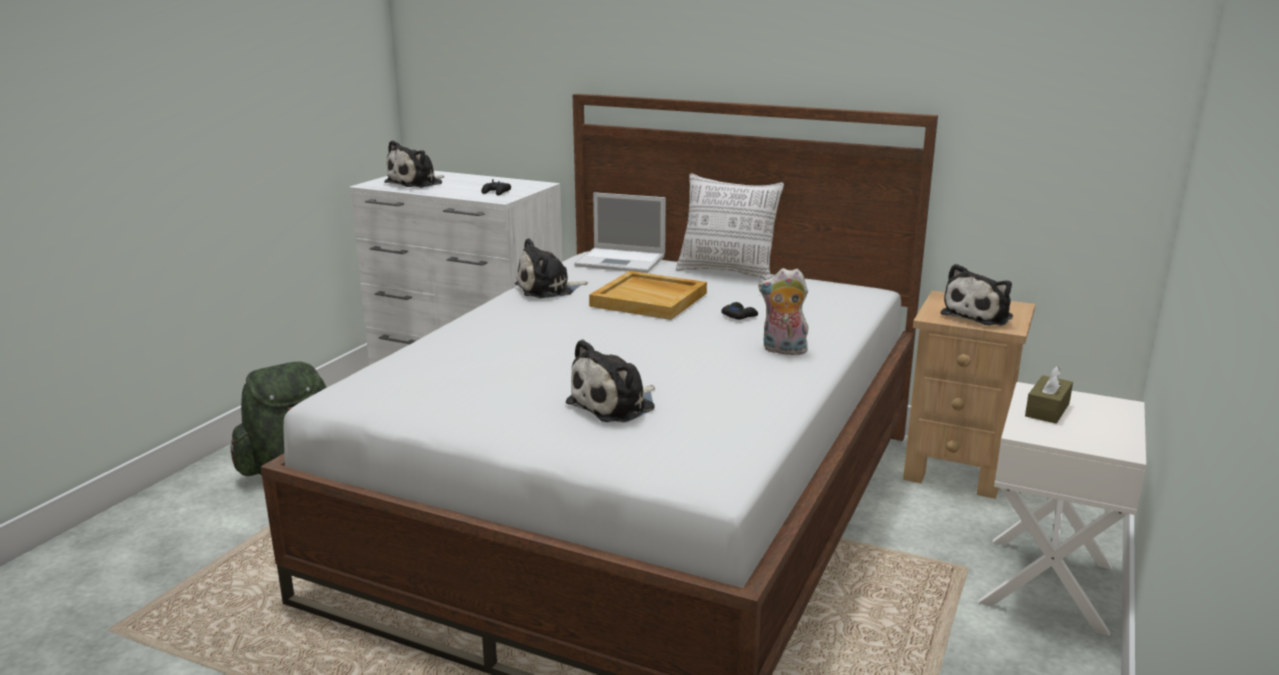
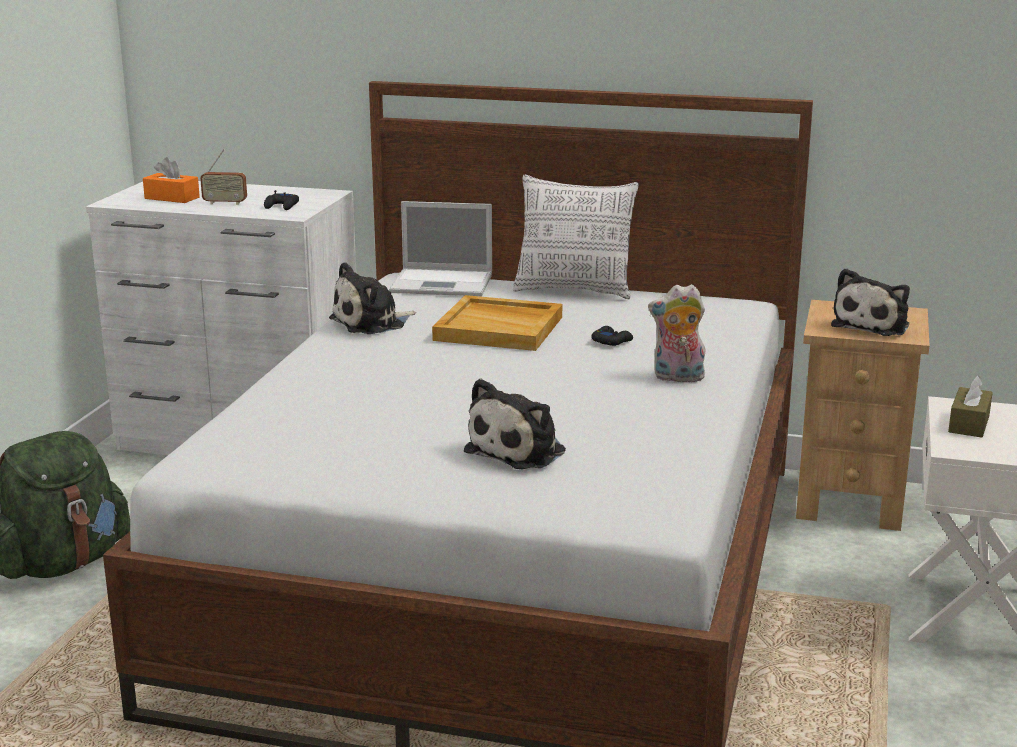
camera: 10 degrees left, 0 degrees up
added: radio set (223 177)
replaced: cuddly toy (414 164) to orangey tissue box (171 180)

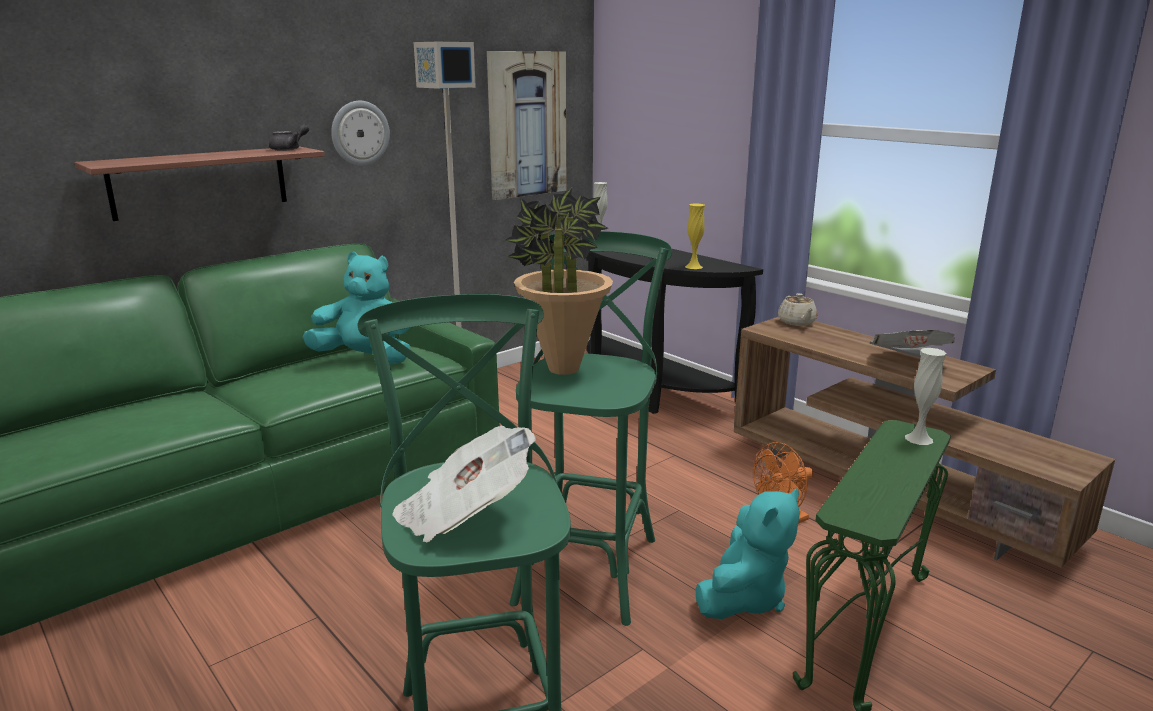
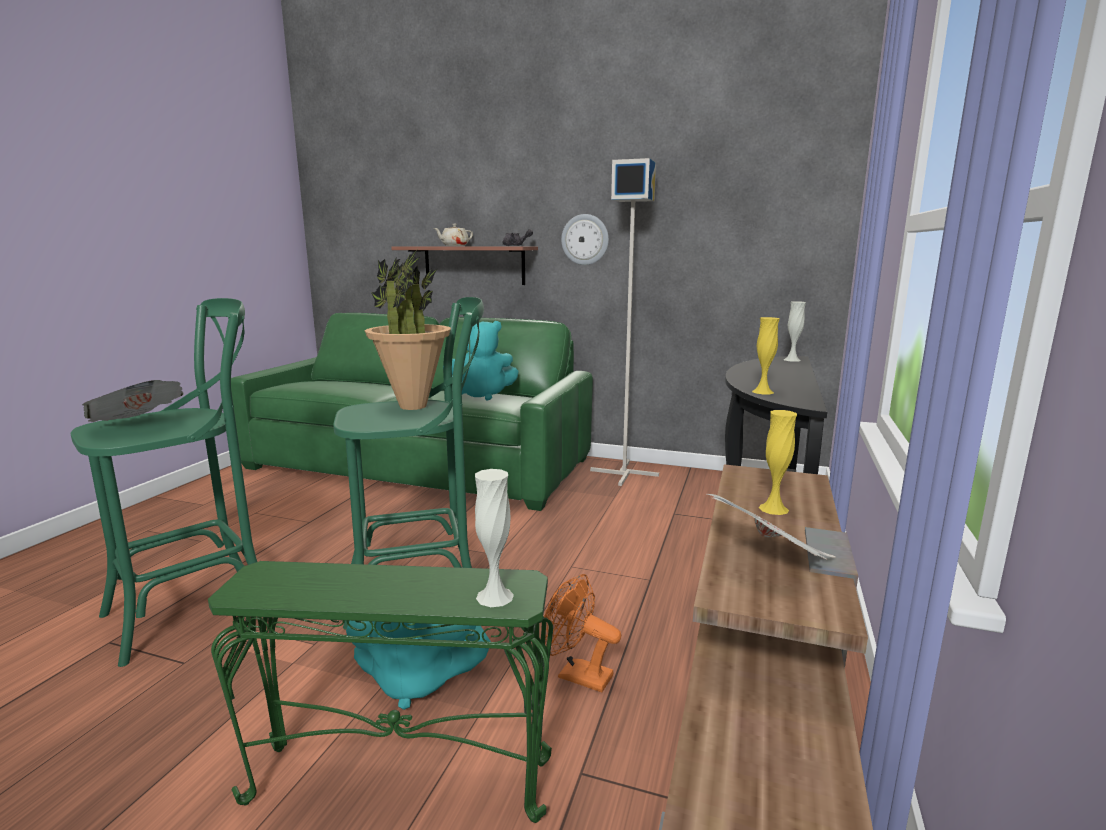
camera: 60 degrees right, 5 degrees down
removed: wall art (526 125)
added: yellowish vase (778 462)
moved: beige-coloured pot for tea (797 309) to (453 235)
turned: blue-green cuddly toy (357 308) = (485 361) 90 degrees clockwise

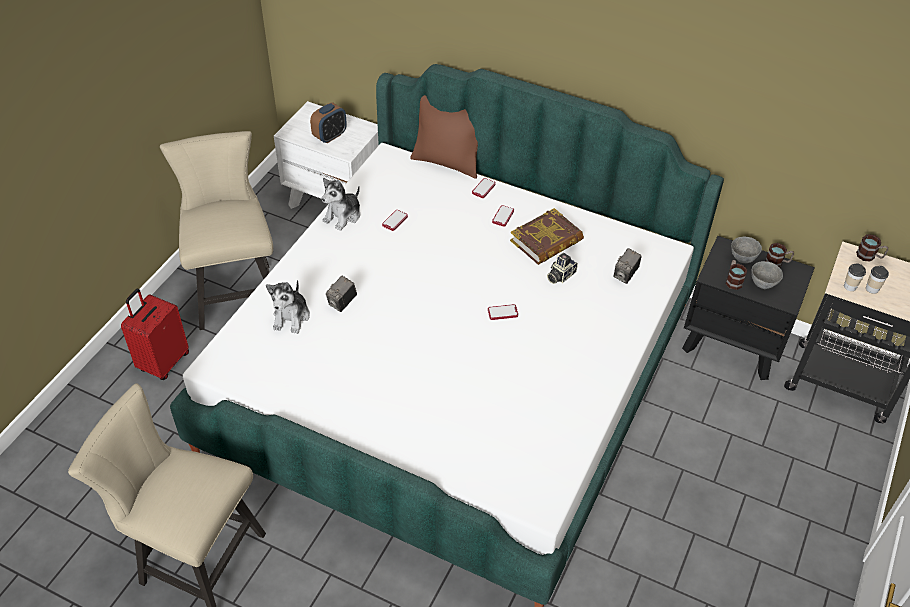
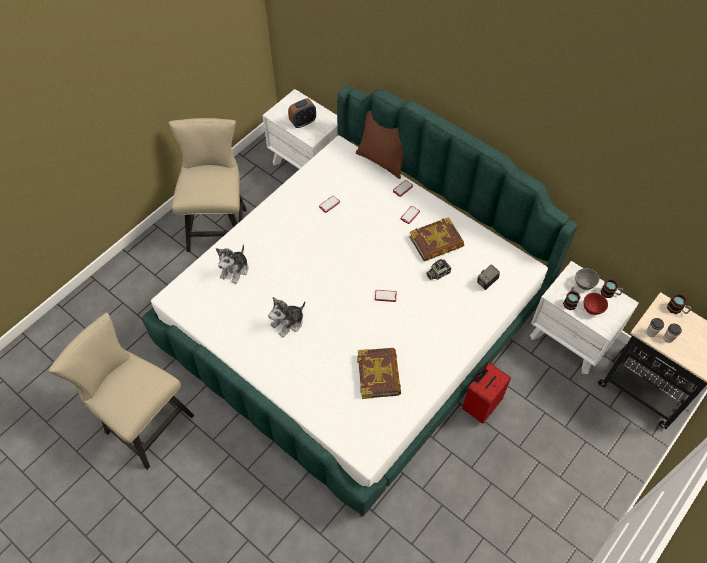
camera: 15 degrees right, 10 degrees up
removed: photo camera (341 294)
added: book (379 373)
moved: reddish suitcase (155 334) to (486 393); cuddly toy (341 204) to (286 317)
recoloured: black nightstand (748 308) to white-coloured nightstand (584 317); gray bowl (767 275) to reddish bowl (596 304)

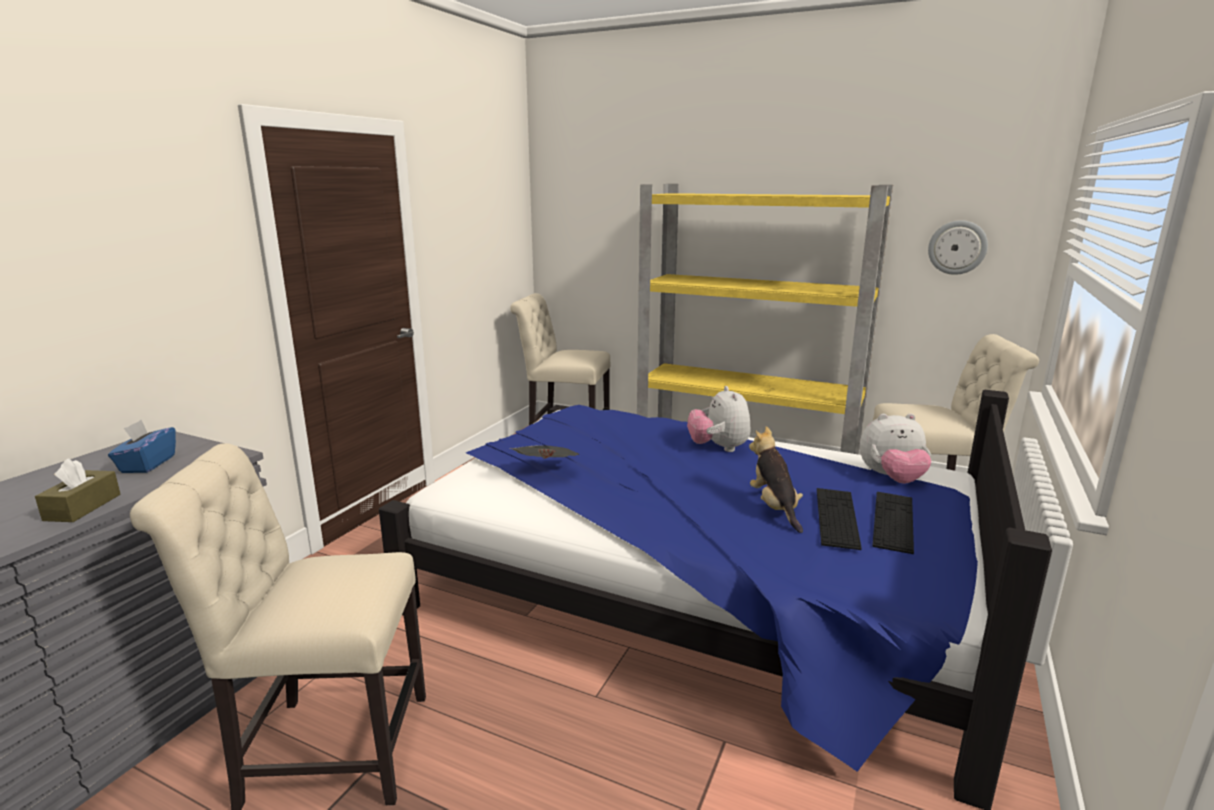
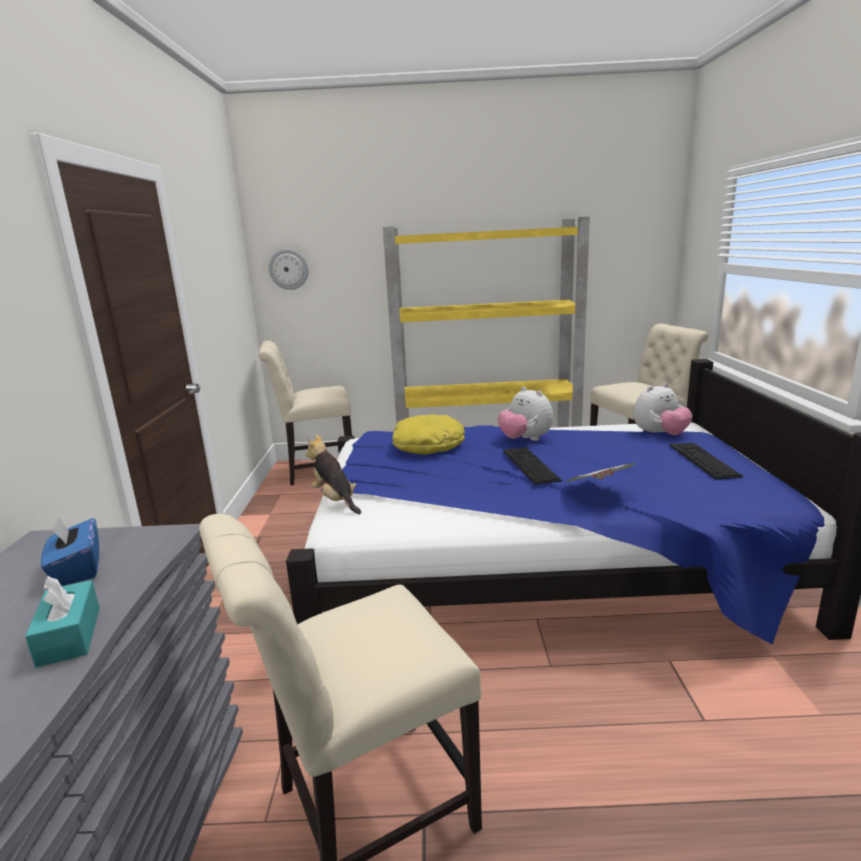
camera: 25 degrees left, 0 degrees up
added: yellowish throw pillow (428 434)
moved: newspaper (544 452) to (601 472); cuddly toy (776 479) to (333 475); computer keyboard (839 519) to (532 466); clock on the wall (958 247) to (289 269)
recoloured: brown-coloured tissue box (77 490) to blue-green tissue box (62 622)

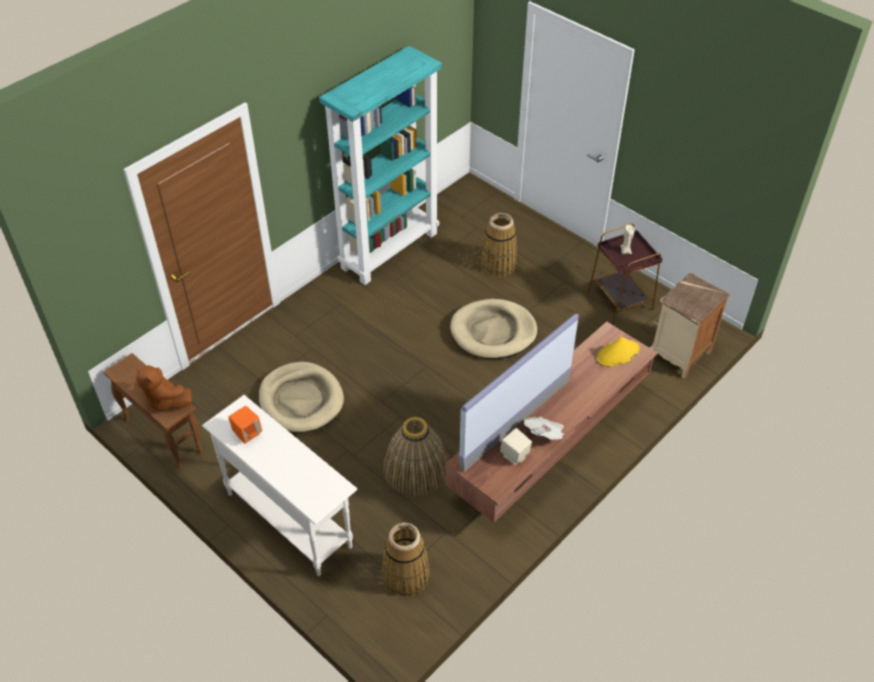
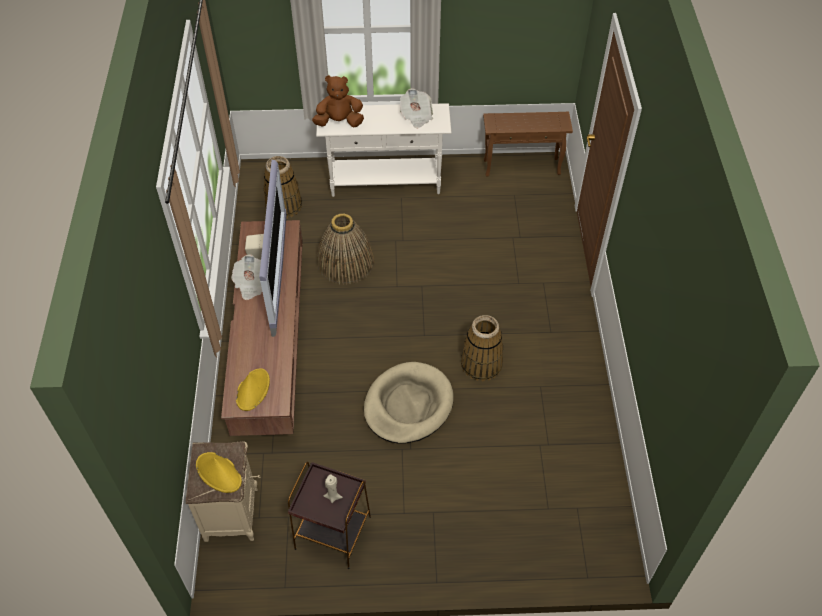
camera: 135 degrees right, 5 degrees up
removed: beige-coloured dog bed (301 397); blue-green bookshelf (380 165)
added: yellowish hat (219 472)
moved: brown-coloured cuddly toy (164 388) to (338 101); household basket (499 245) to (482 348)
replaced: orangey audio speaker (245 425) to newspaper (416 108)

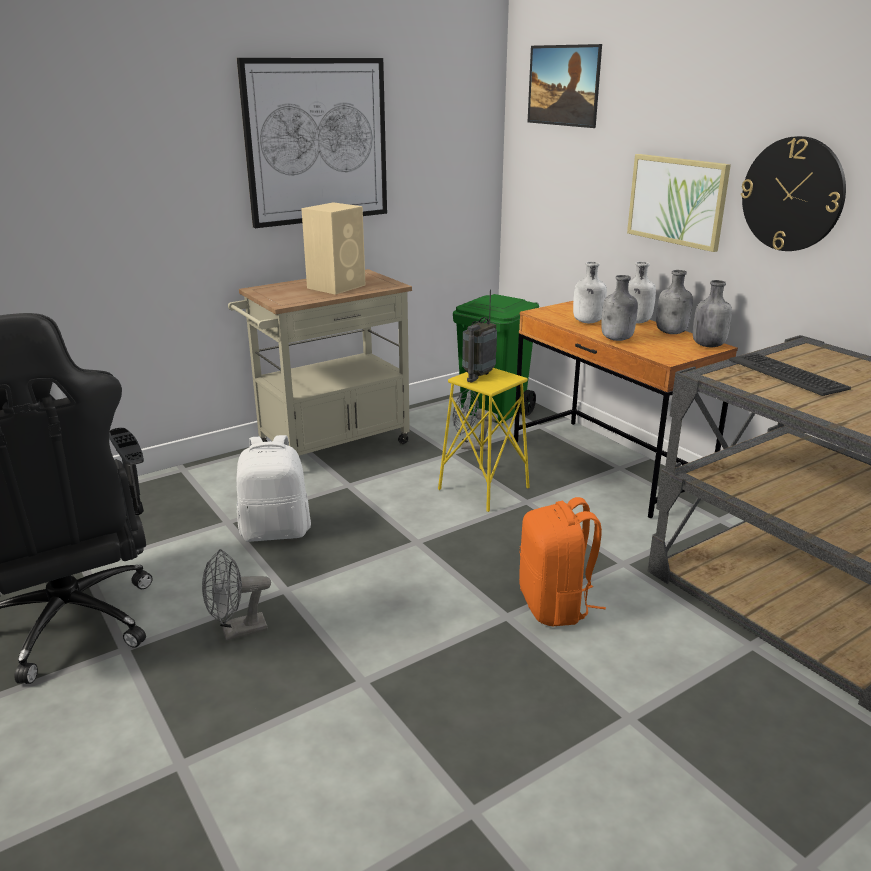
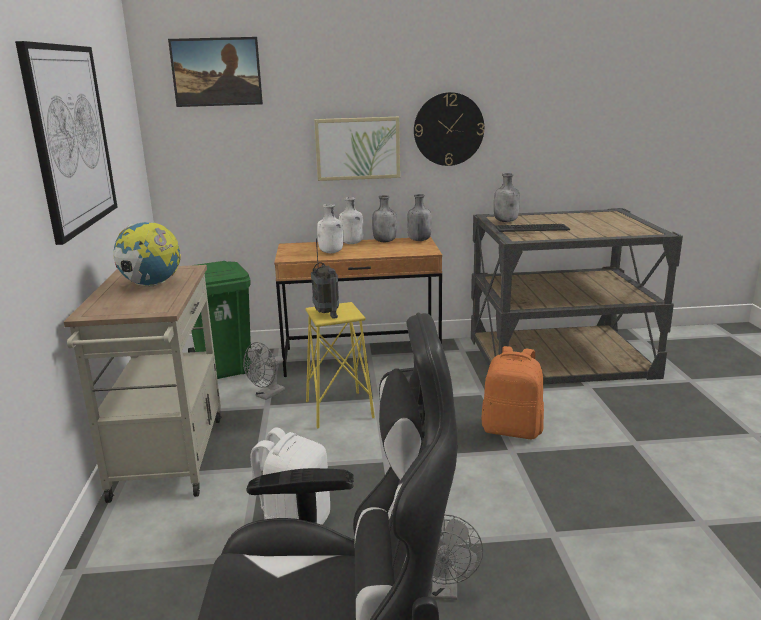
camera: 60 degrees left, 5 degrees down
moved: gray drink bottle (619 308) to (507 197)
replaced: beige-coloured audio speaker (333 248) to desk globe (147 254)

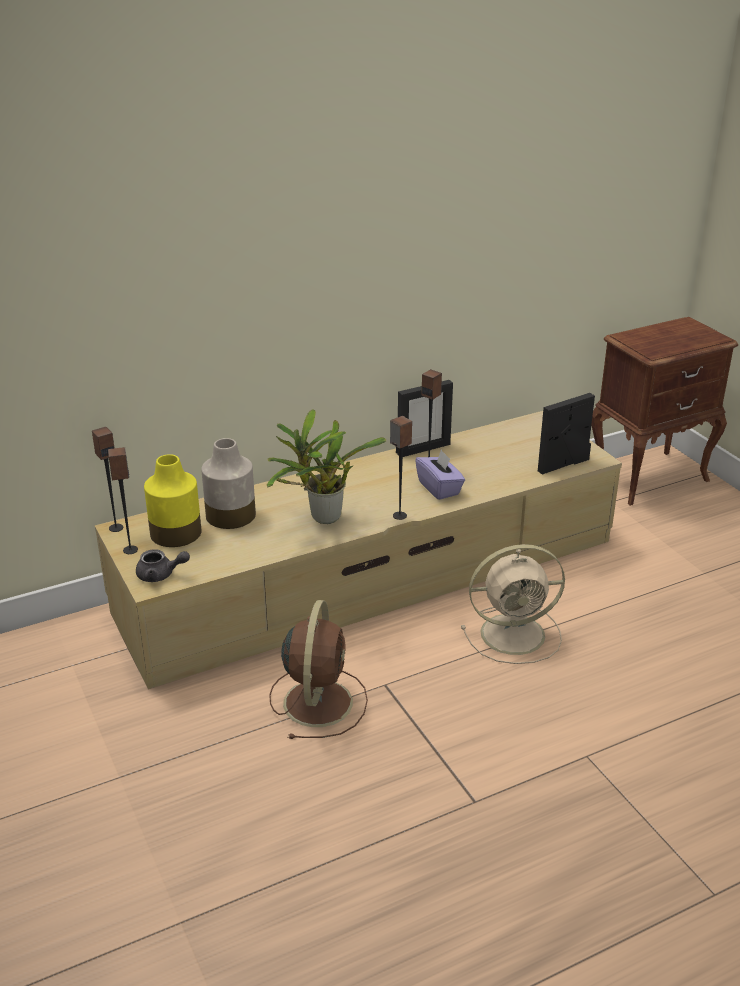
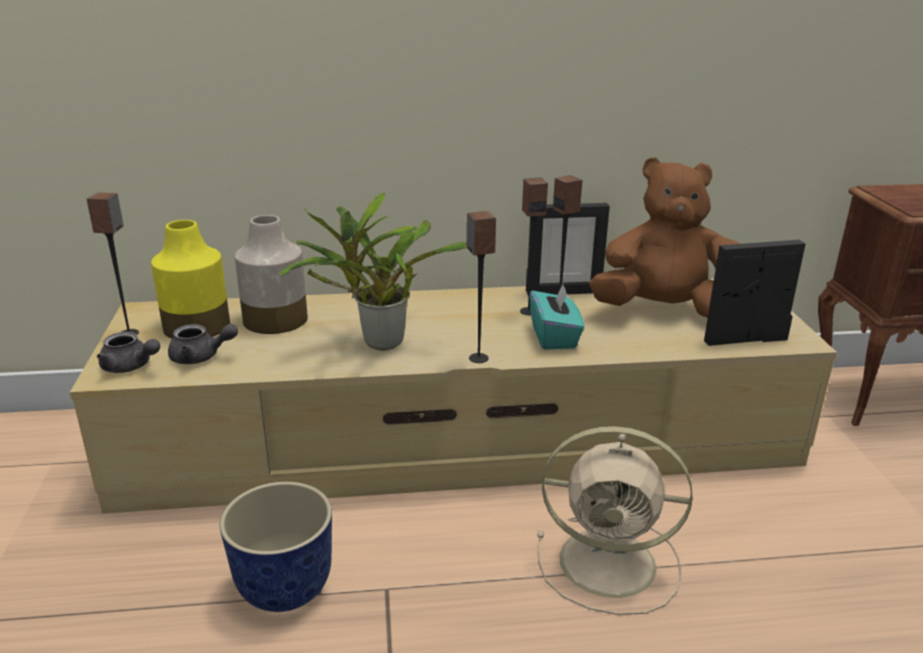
camera: 20 degrees right, 5 degrees down
added: gray pot for tea (203 344); brown-coloured cuddly toy (664 237)
moved: audio speaker (107 479) to (534 246)
replaced: brown-coloured fan (318 669) to plant pot (276 547)
recoloured: purple tissue box (440 474) to blue-green tissue box (557 317)

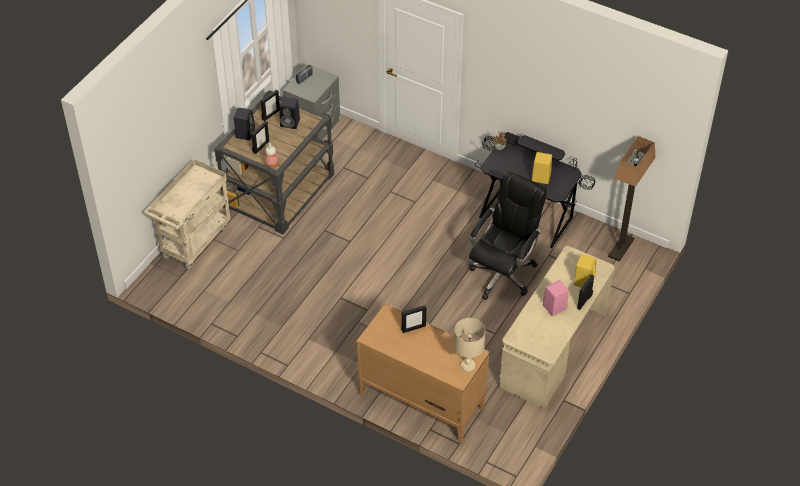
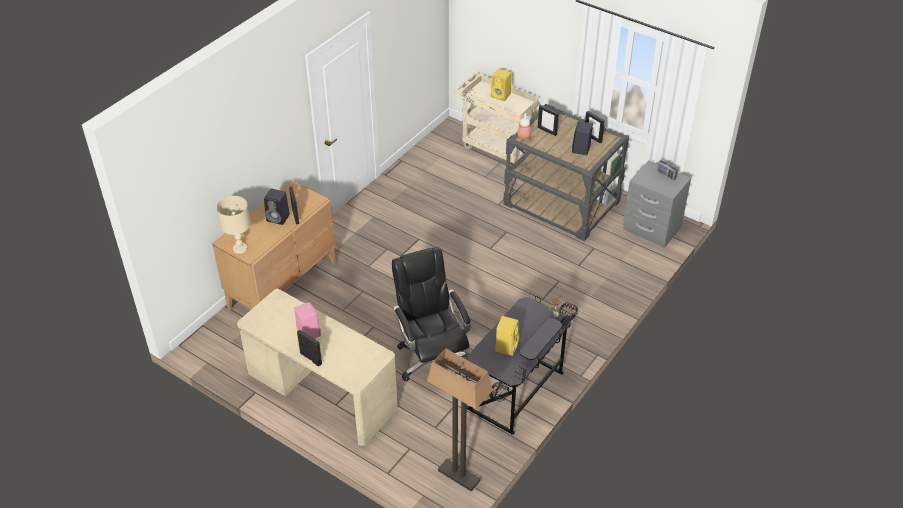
camera: 95 degrees right, 5 degrees down
moved: black audio speaker (244 124) to (277 207); yellowish audio speaker (585 271) to (501 85)
turned: black desk chair (507 235) = (431 314) 150 degrees counterclockwise

